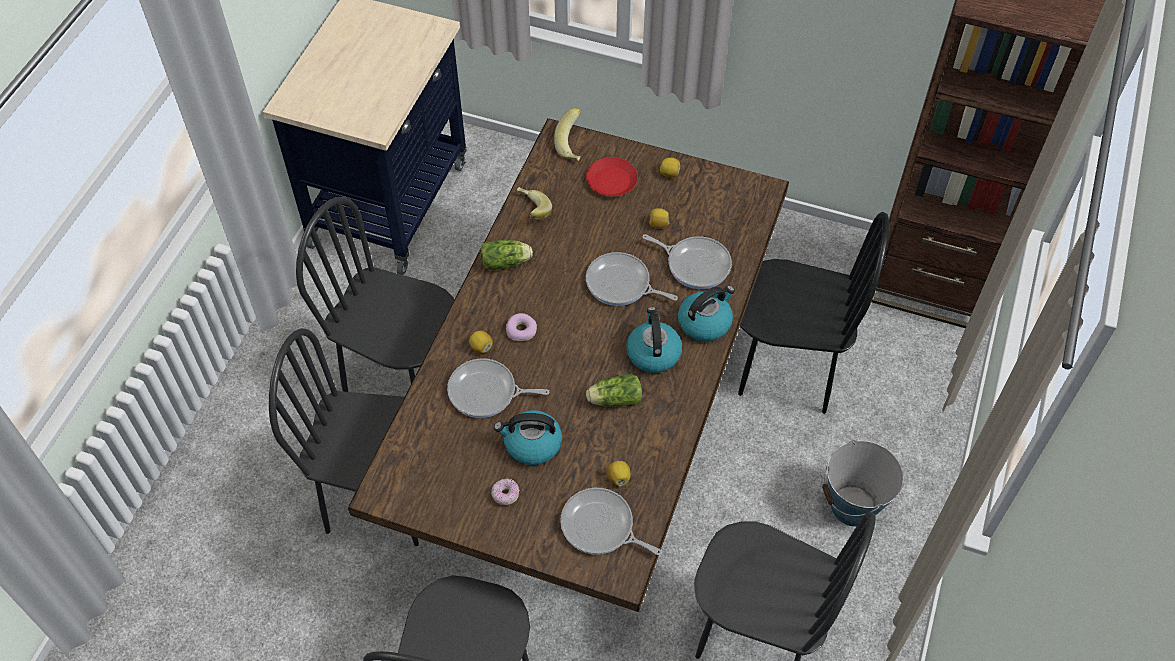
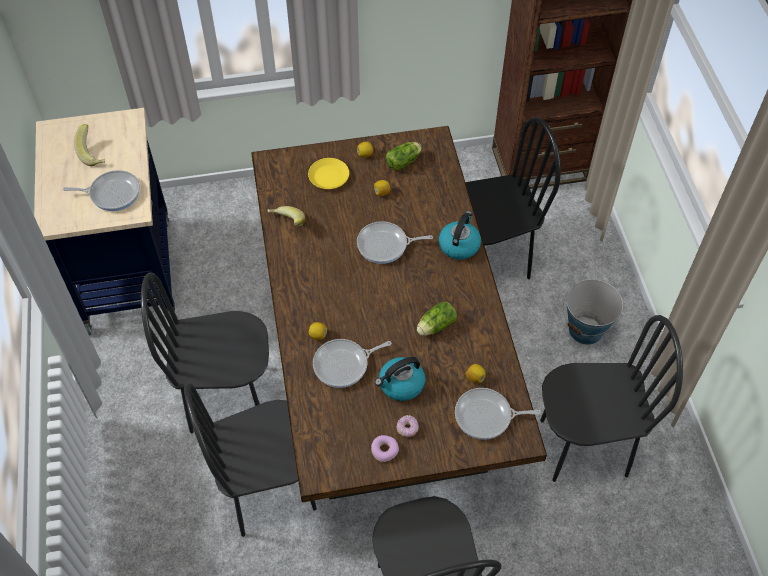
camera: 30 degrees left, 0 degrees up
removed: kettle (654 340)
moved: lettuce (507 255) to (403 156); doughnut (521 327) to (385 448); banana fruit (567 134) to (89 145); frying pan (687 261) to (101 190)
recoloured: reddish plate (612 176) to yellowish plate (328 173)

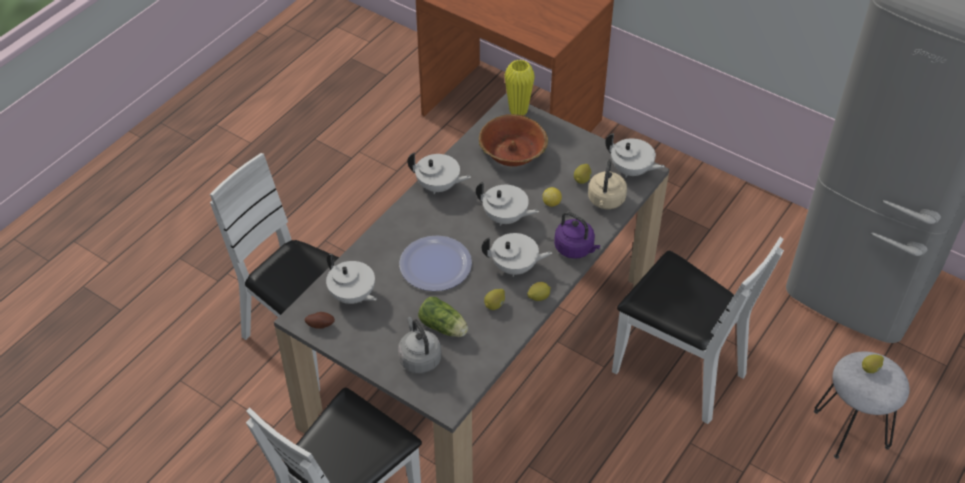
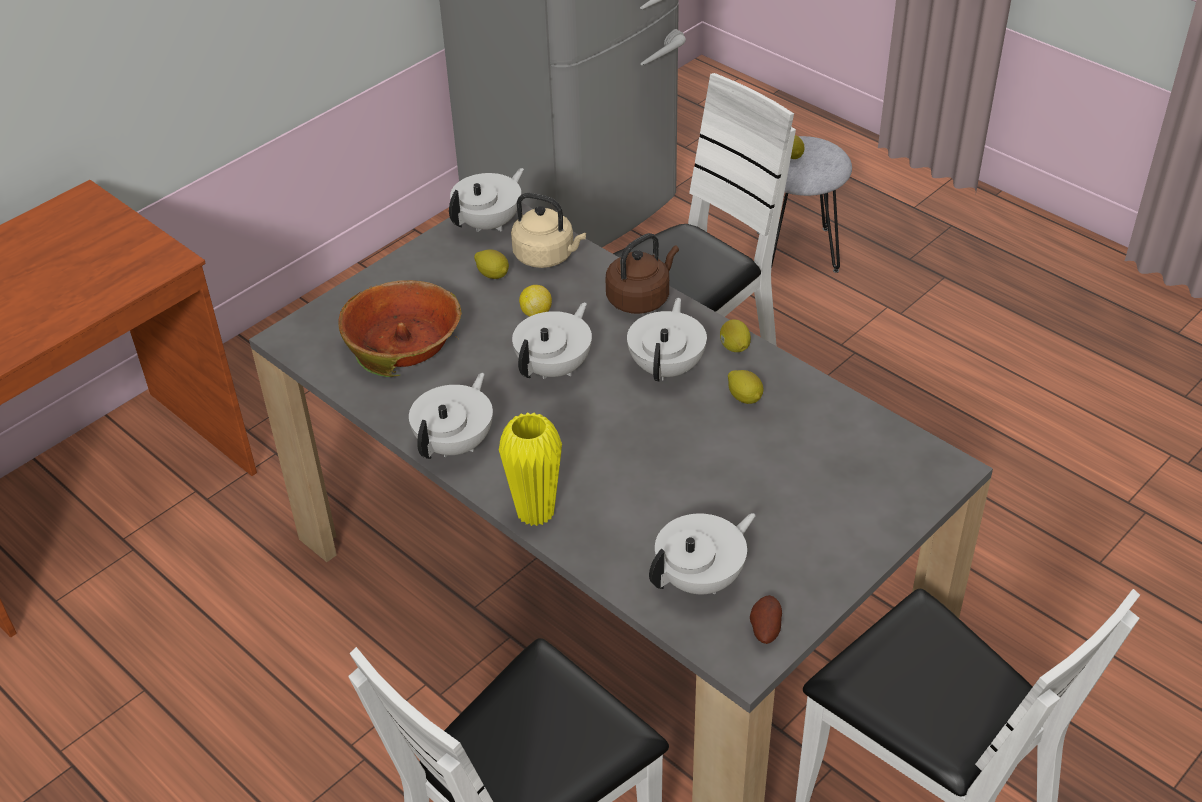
camera: 80 degrees left, 5 degrees down
removed: gray kettle (419 345); plate (435 263); lettuce (443 317)
moved: yellowish vase (519 88) to (530 469)
recoloured: purple kettle (577 235) to brown-coloured kettle (642 273)

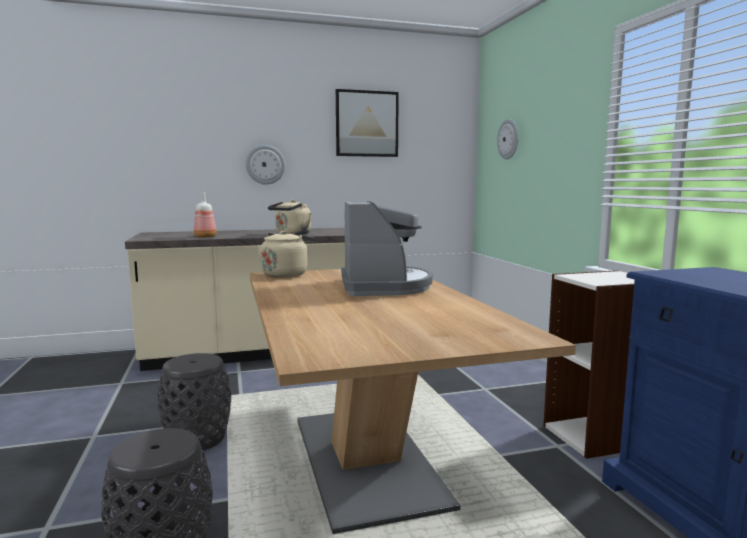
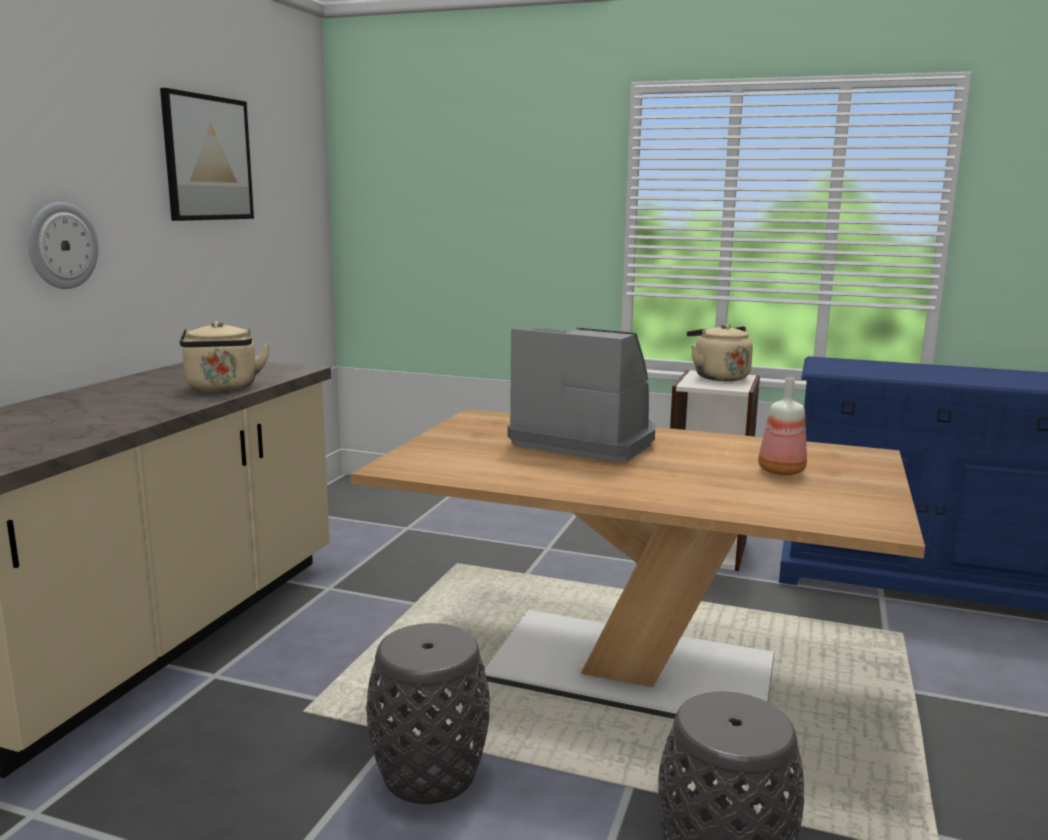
camera: 55 degrees left, 5 degrees up
removed: clock on the wall (507 139)
moved: drink bottle (205 215) to (782 426); beige-coloured kettle (286 254) to (720 352)

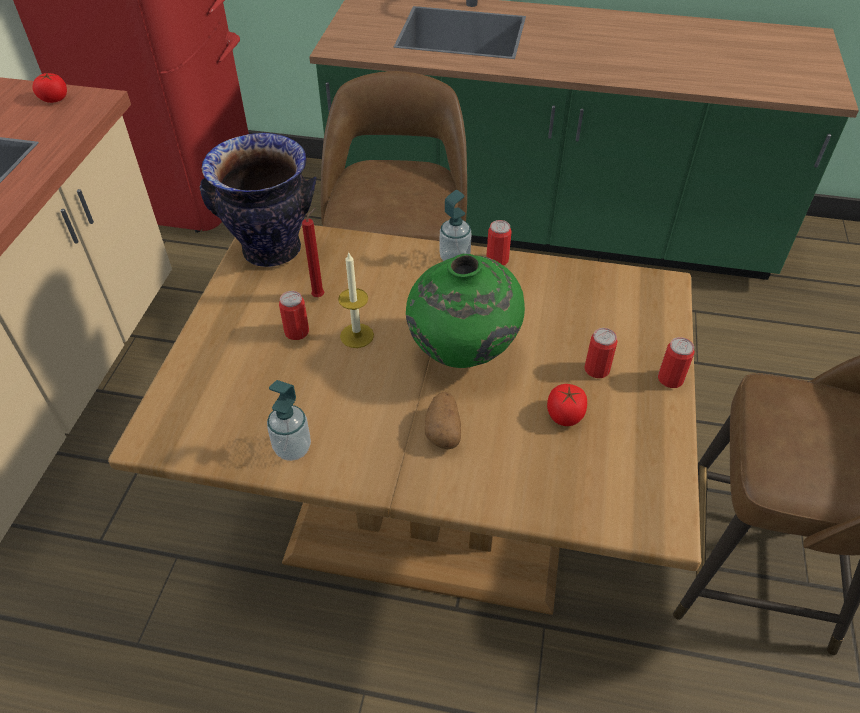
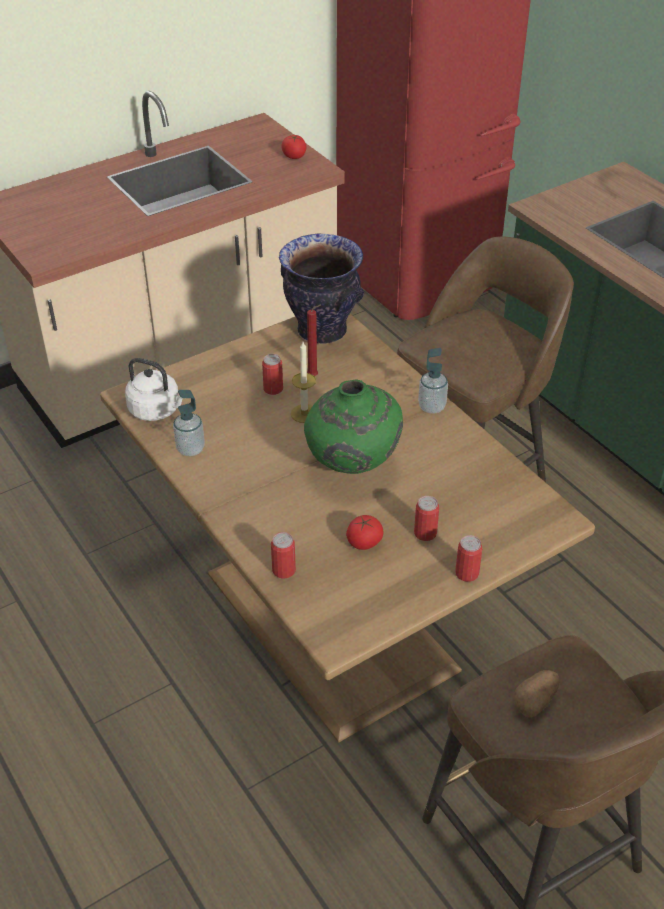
camera: 45 degrees right, 5 degrees down
added: white-coloured kettle (155 389)
moved: potato (443 421) to (537 693); can (499 243) to (283 555)

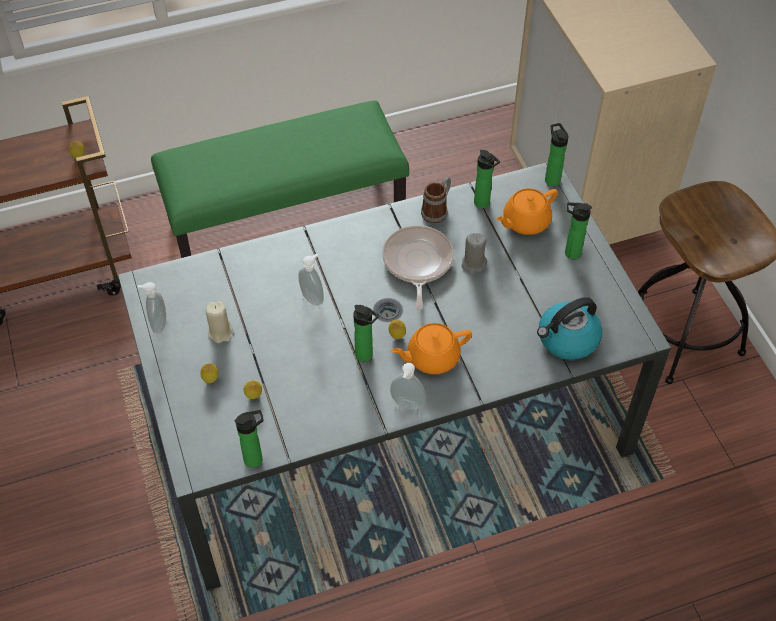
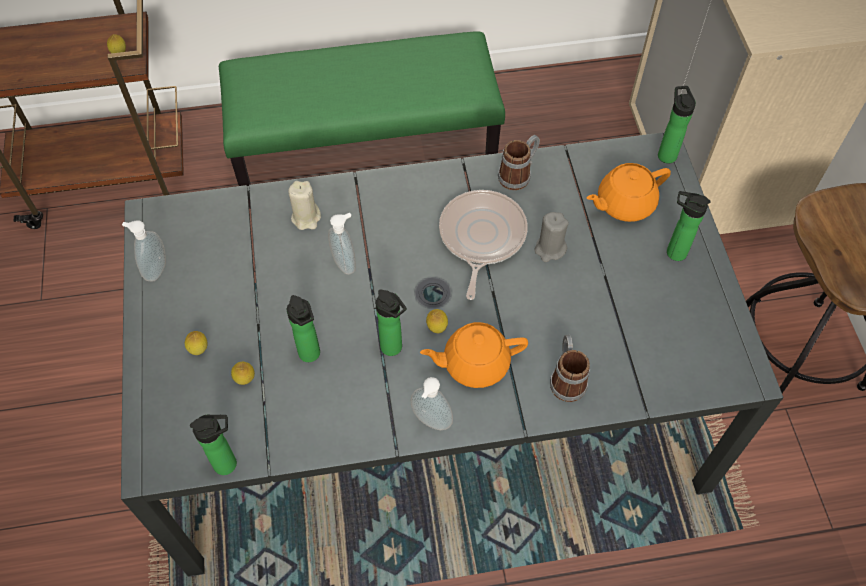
camera: 10 degrees right, 5 degrees up
removed: kettle (569 328)
added: tea mug (570 368)
moved: beige-coloured wax candle (219 322) to (304 205); drink bottle (487 179) to (303 328)

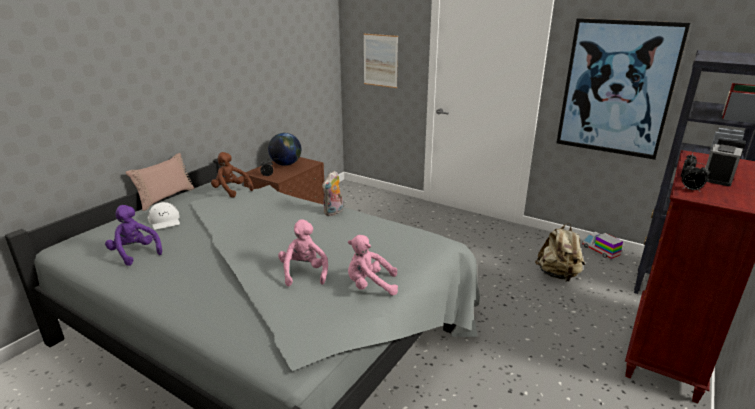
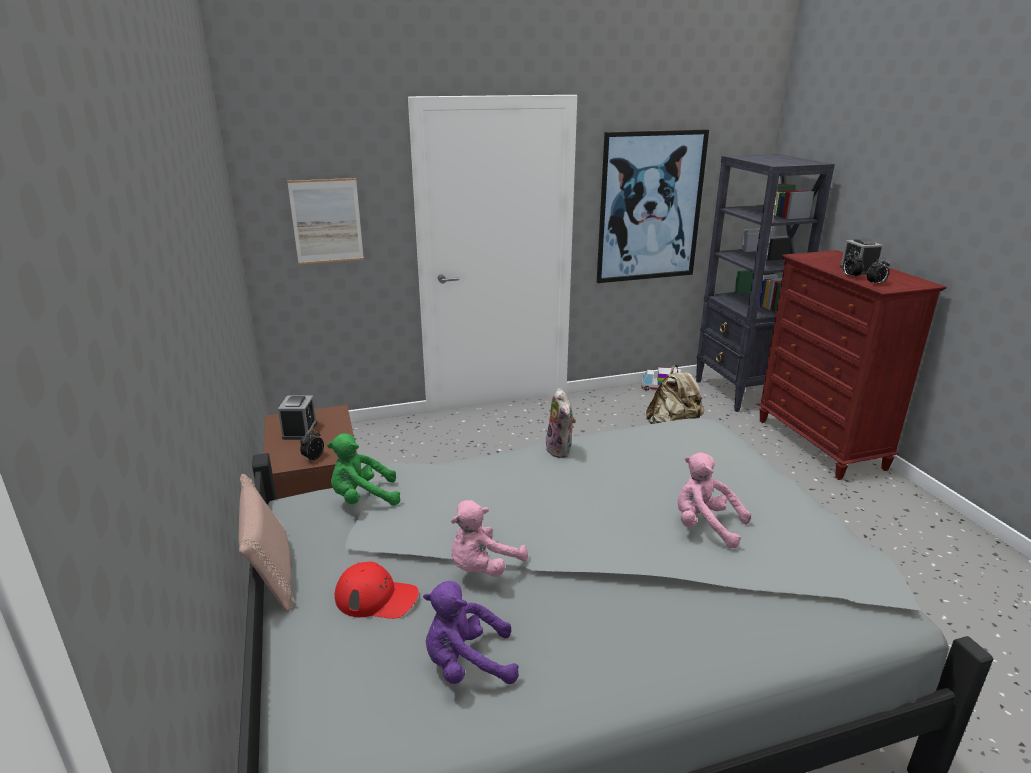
camera: 50 degrees left, 0 degrees up
moved: pinkish cuddly toy (373 265) to (489 538)
replaced: desk globe (284 149) to bedside clock (297 417)
recoloured: white-coloured cap (164 216) to reddish cap (376 590); brown-coloured cuddly toy (232 175) to green cuddly toy (363 469)

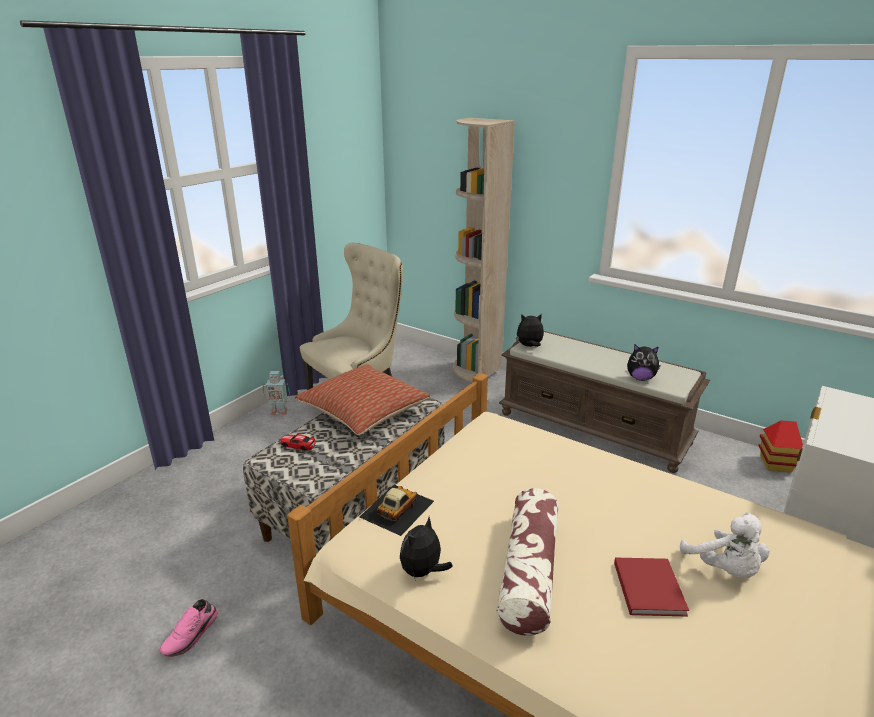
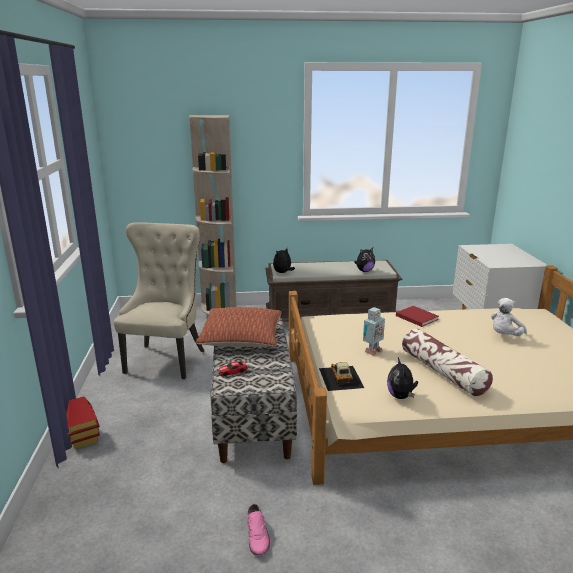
camera: 40 degrees left, 5 degrees down
moved: model robot (276 393) to (374 331); reddish book (651 587) to (417 316); model house (780 446) to (83 422)
turned: white-coloured cuddly toy (724 545) = (509 317) 105 degrees clockwise

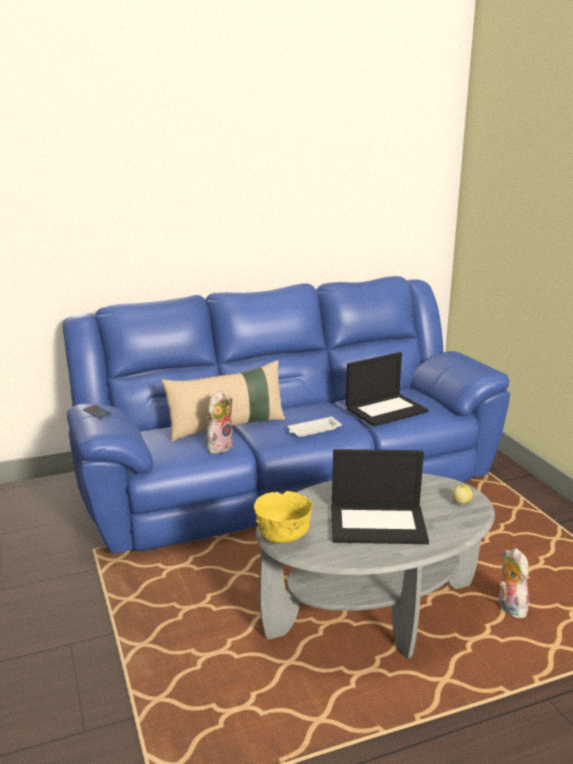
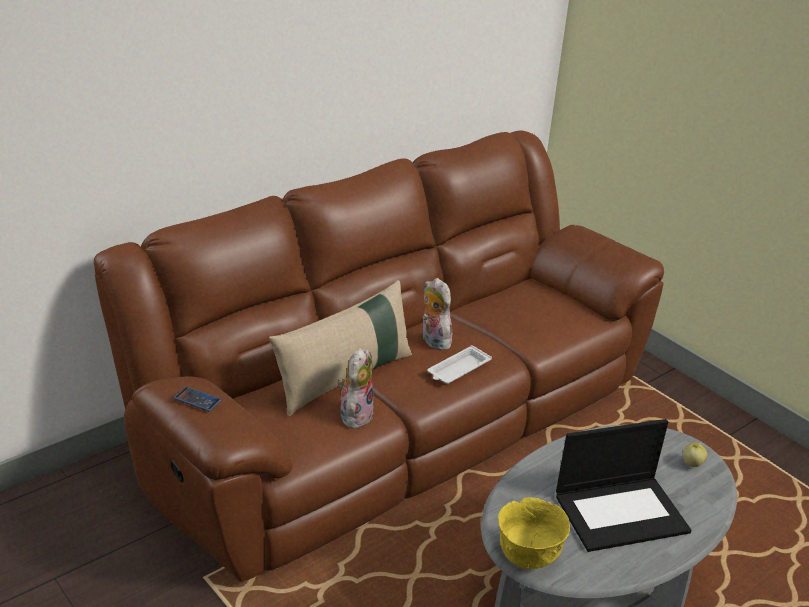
camera: 20 degrees left, 10 degrees up
removed: laptop (387 389)
moved: cuddly toy (514 583) to (437 314)
recoloured: blue settee (286 414) to brown-coloured settee (379 356)

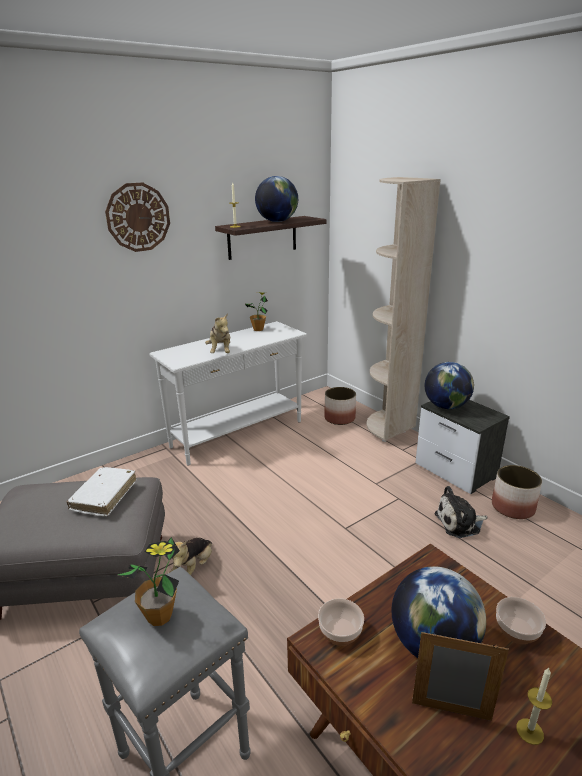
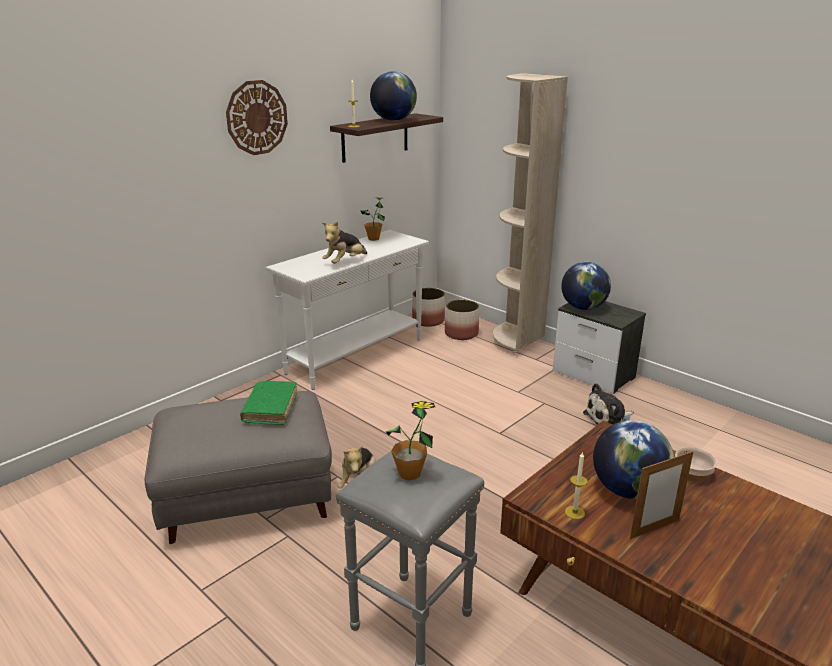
camera: 10 degrees left, 0 degrees up
removed: bowl (341 622)
moved: plant pot (517 492) to (428 307); wax candle (534 706) to (576 485)
recoloured: white-coloured book (101 492) to green book (268 403)
turned: cuddly toy (217 333) = (344 242) 60 degrees clockwise; photo frame (460 676) = (661 495) 150 degrees clockwise

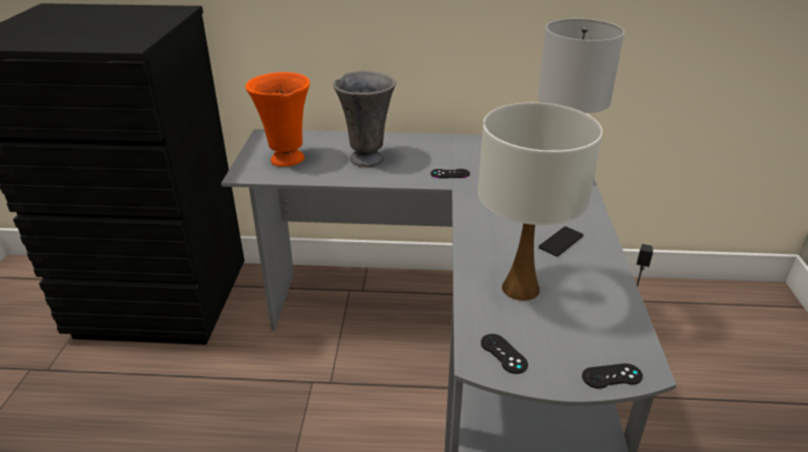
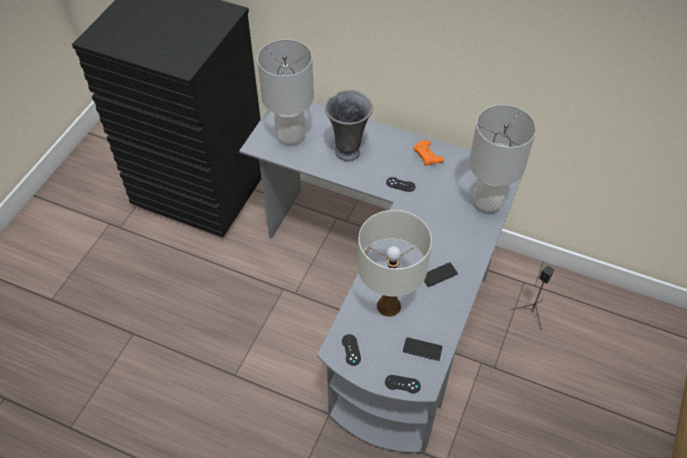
camera: 20 degrees right, 20 degrees up
added: phone (422 349); orangey gamepad (428 153)
replaced: orangey vase (277 119) to gray lamp for a table (285 92)

